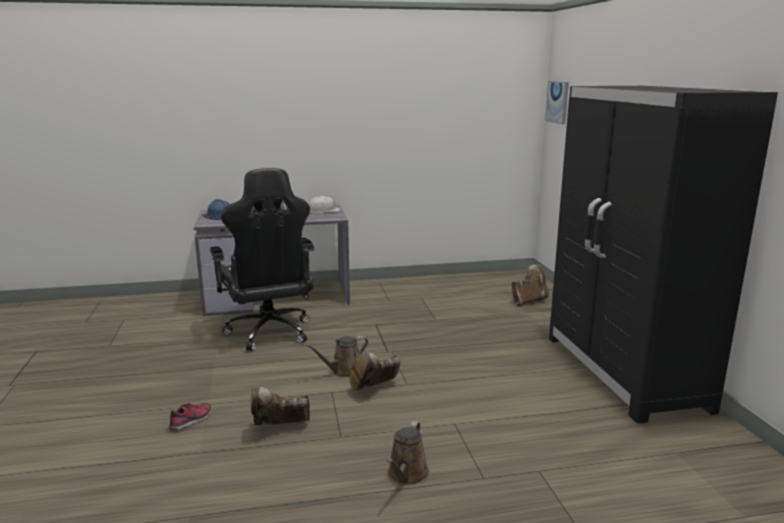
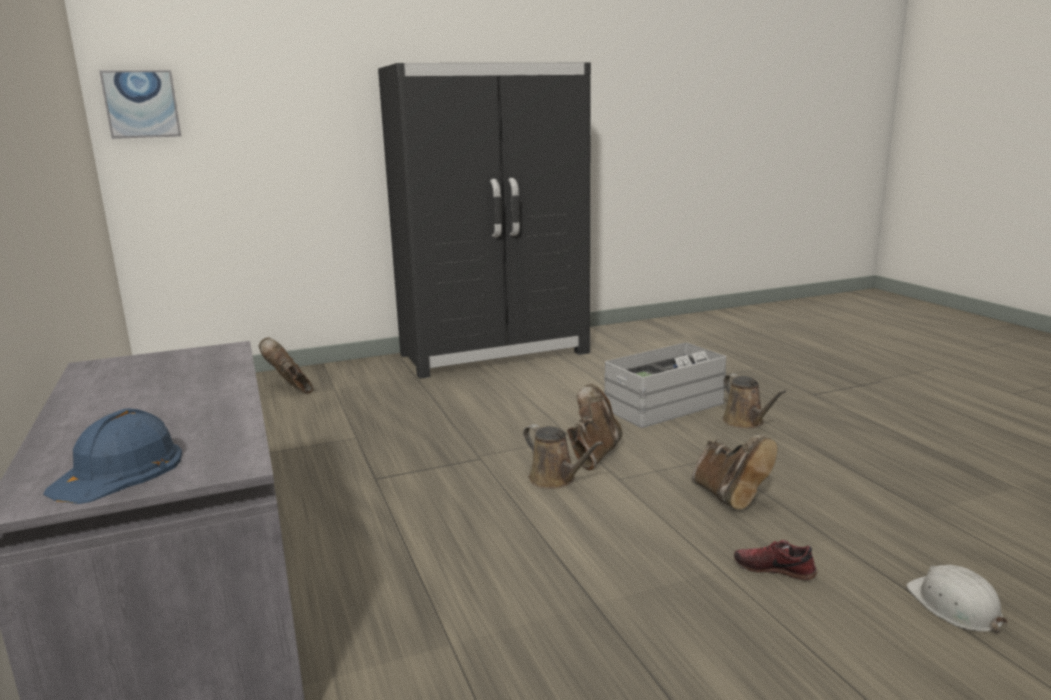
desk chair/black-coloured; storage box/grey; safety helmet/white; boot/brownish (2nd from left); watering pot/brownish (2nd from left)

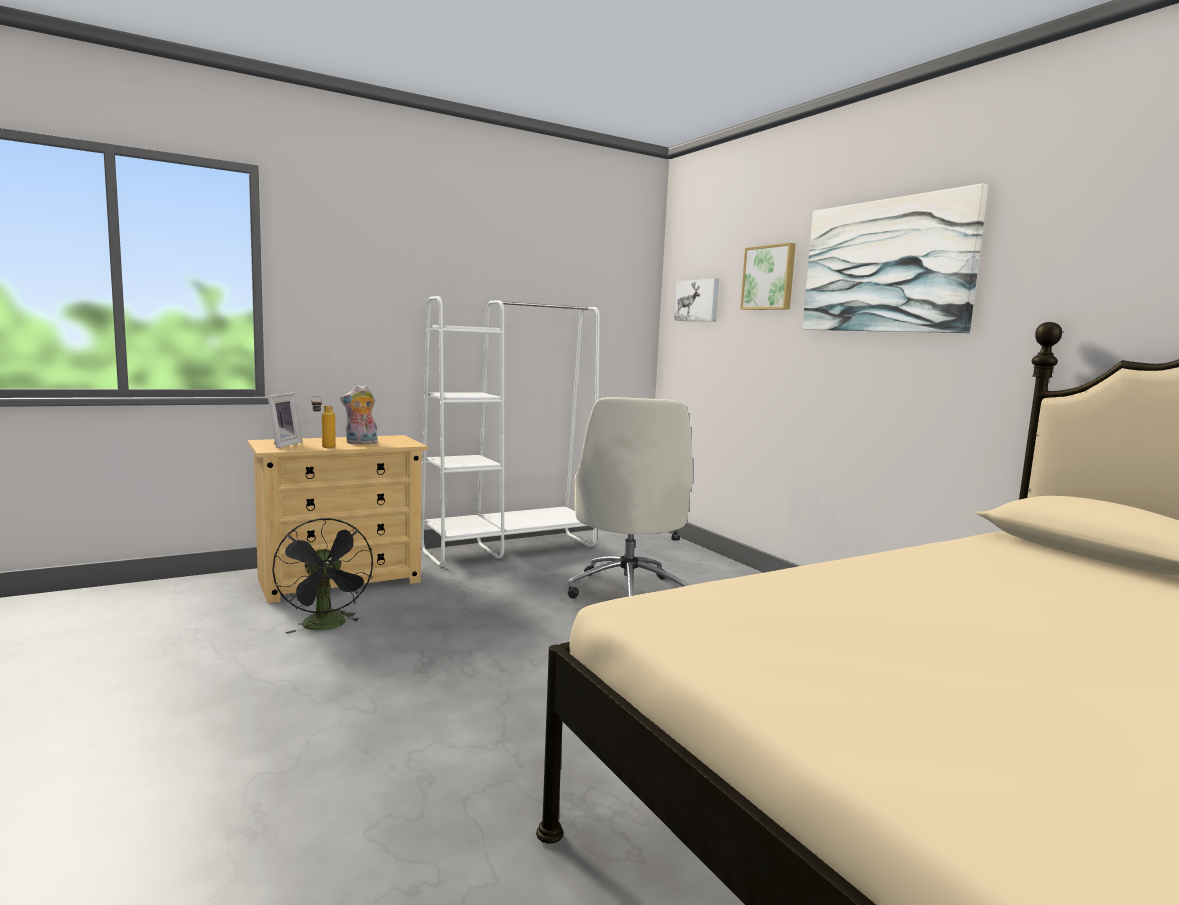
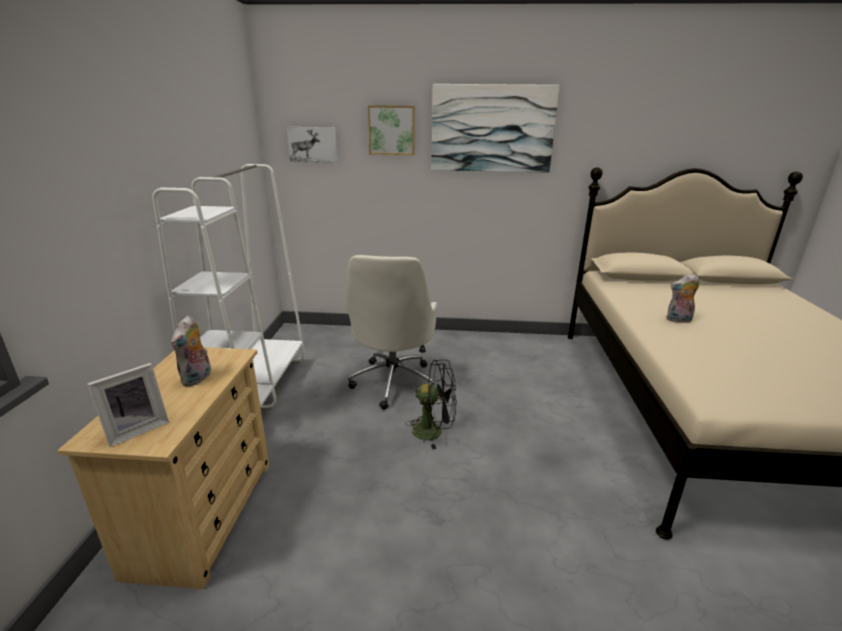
bottle; cuddly toy (2nd from left); electric fan/black-coloured; picture frame; desk chair/beige-coloured

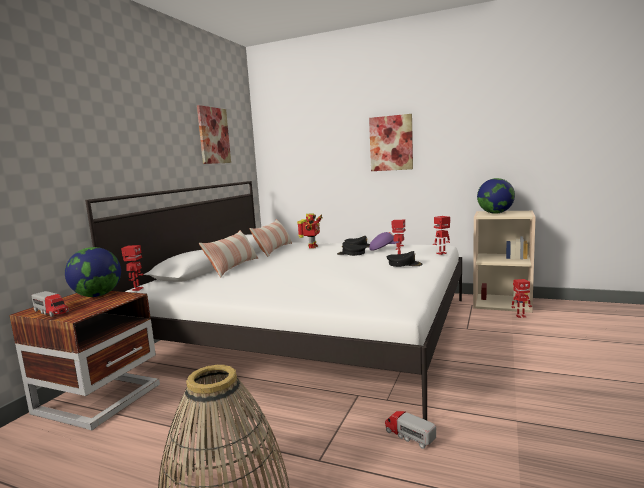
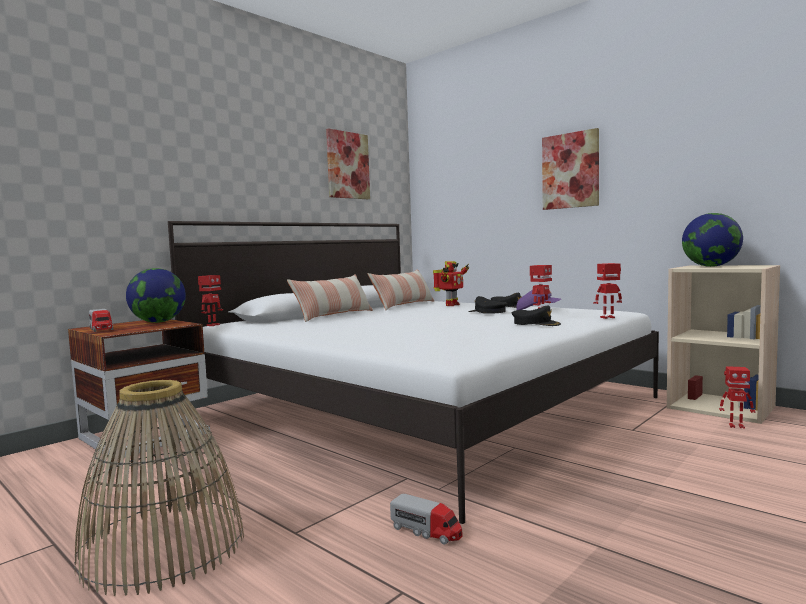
model truck (2nd from left)

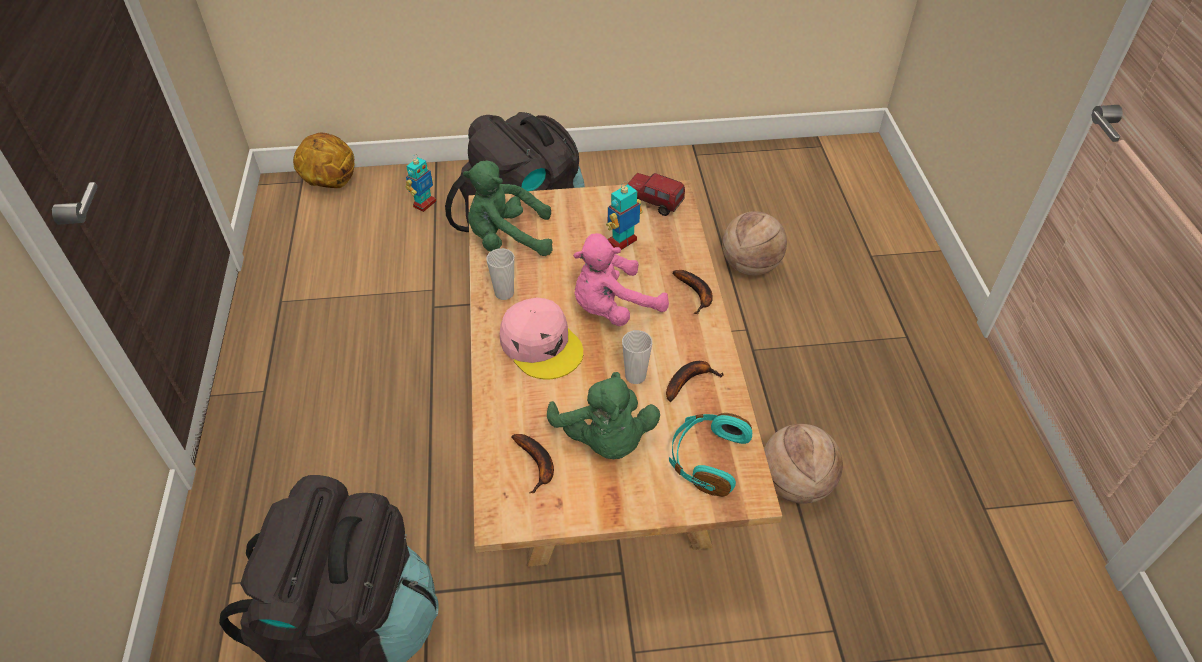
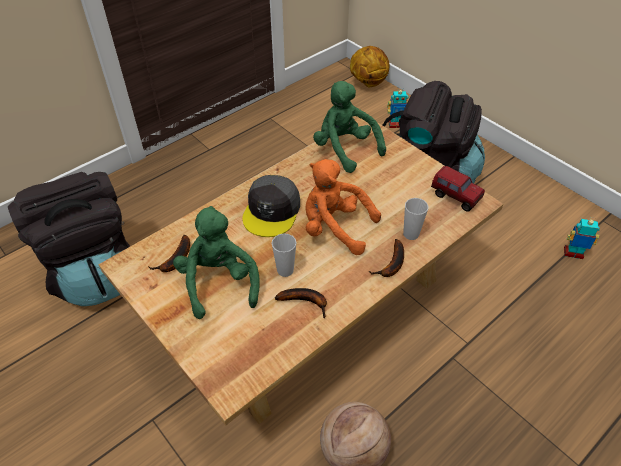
headphones/turquoise; basketball (2nd from left in the first image); cup (2nd from left); robot figure (2nd from left); baseball cap/grey; cuddly toy/orange-coloured; cuddly toy/green-coloured (1st from left); model truck

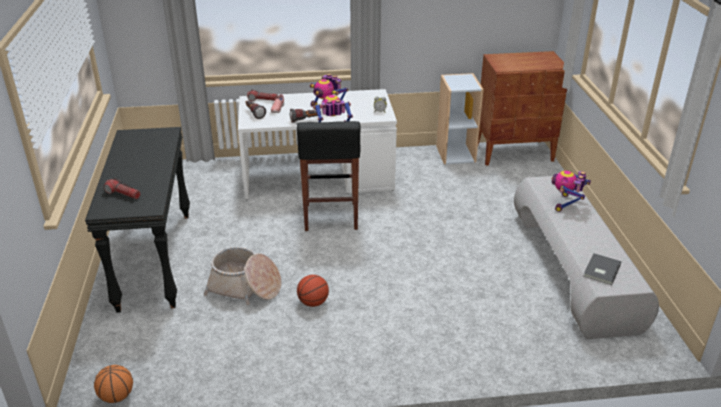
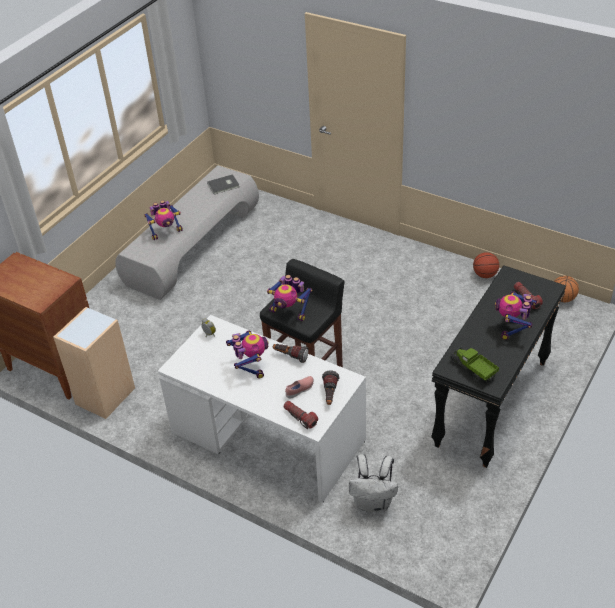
storage basket; knapsack/white; model truck; robot figure (4th from left); basketball (1st from left)

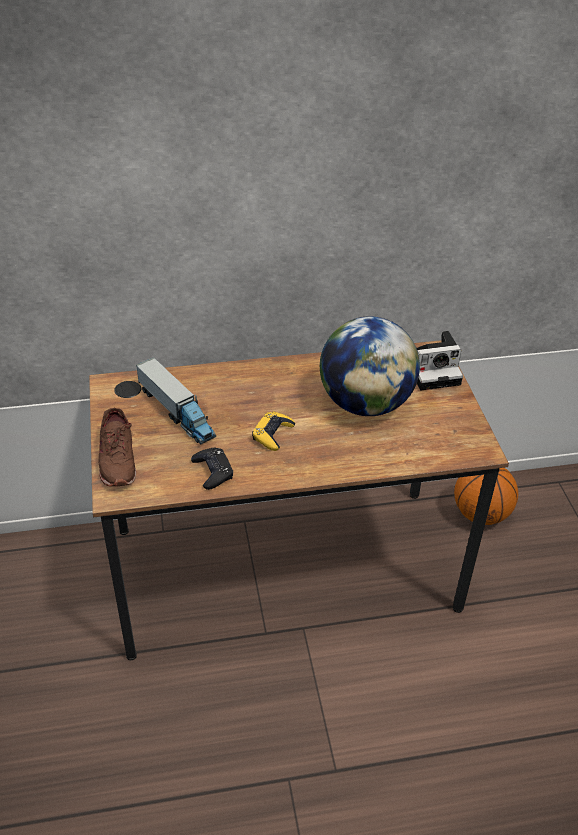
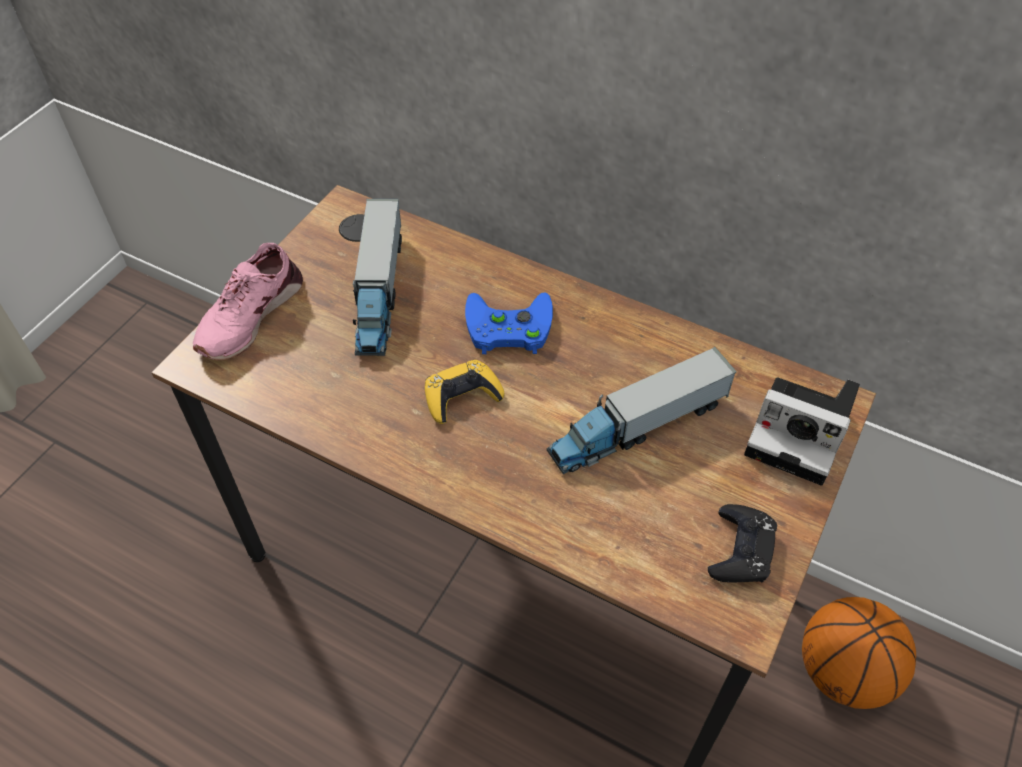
game controller/blue-coloured; game controller/black-coloured; model truck (2nd from left); shoe/pink

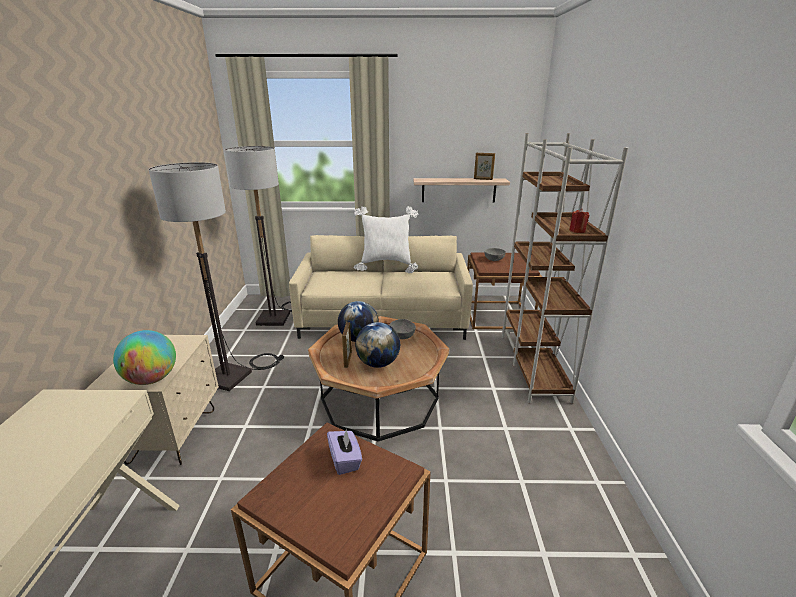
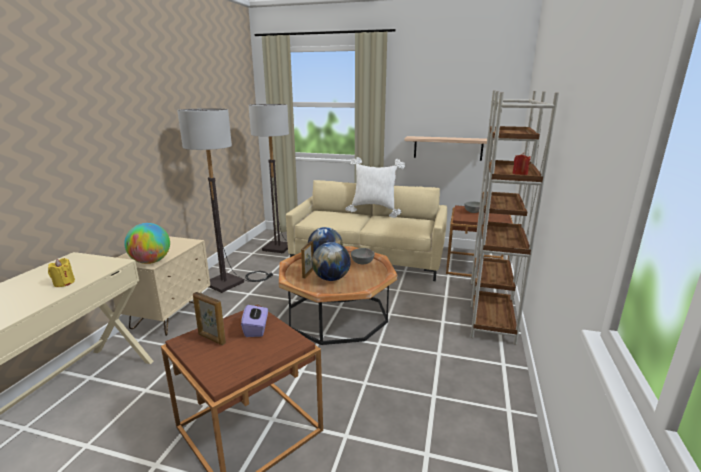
wax candle/yellowish; picture frame (1st from left)

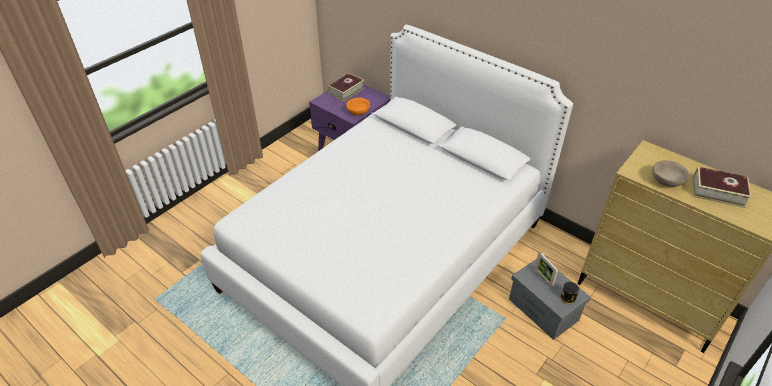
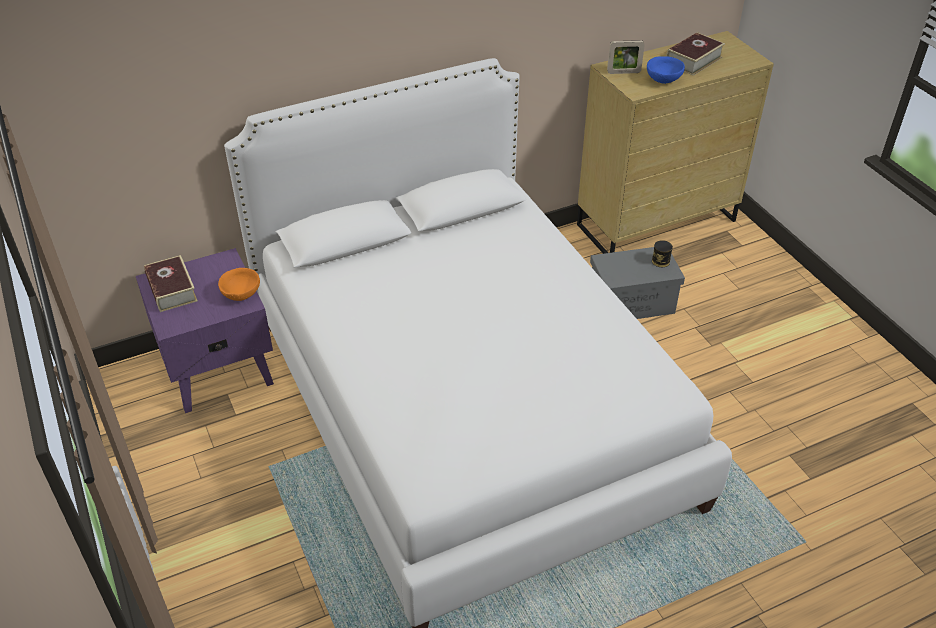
picture frame; bowl/blue-coloured

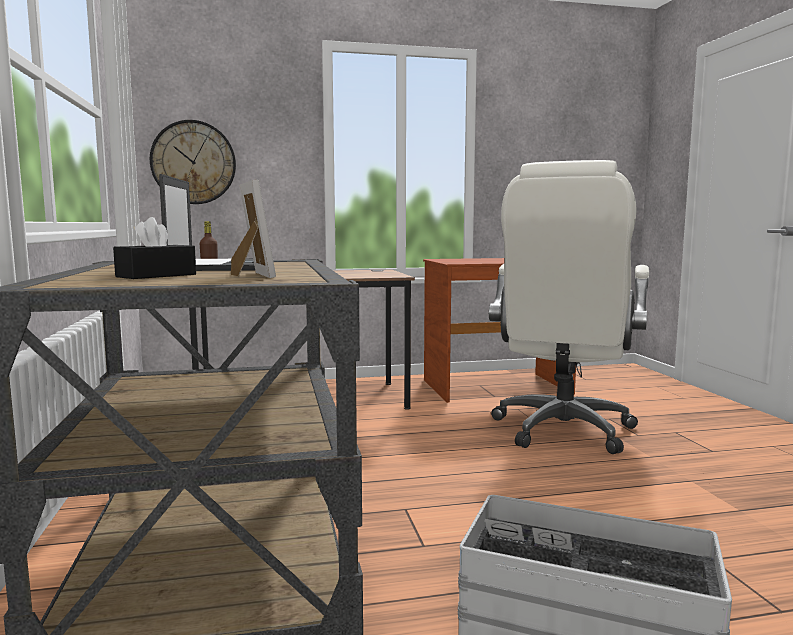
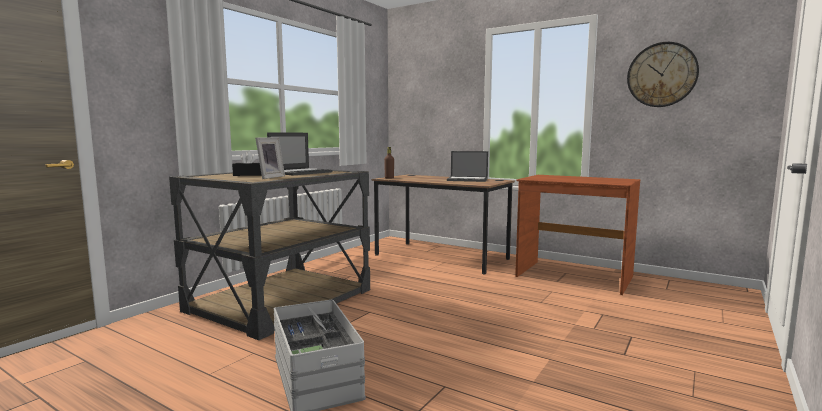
desk chair/white; laptop (2nd from left); hanging clock

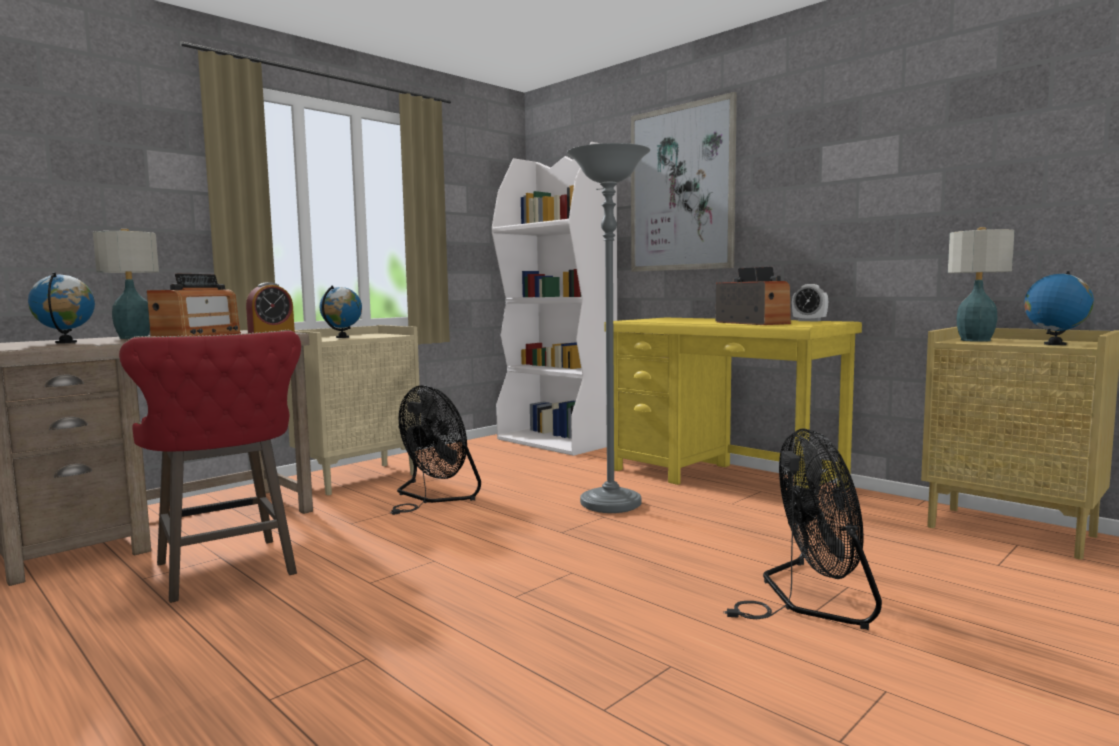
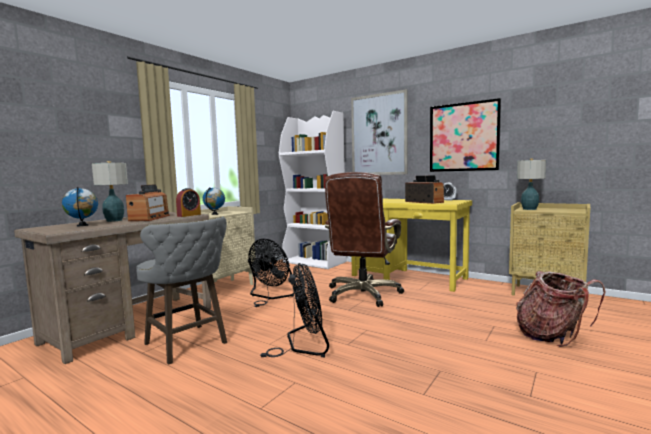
world globe (3rd from left in the first image); wall picture (2nd from left); knapsack; electric fan/black-coloured (2nd from left); desk chair/brownish; sitting stool/grey

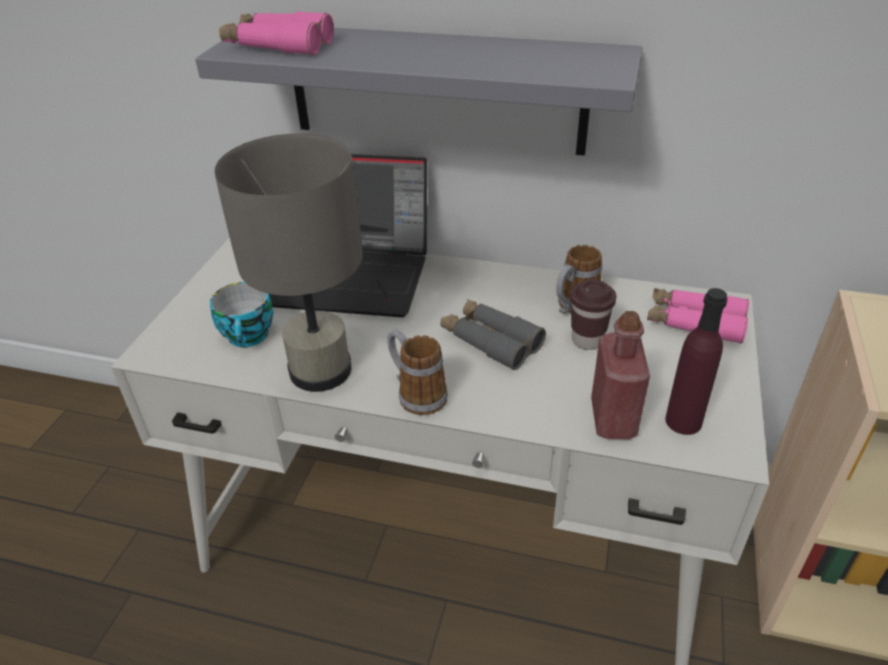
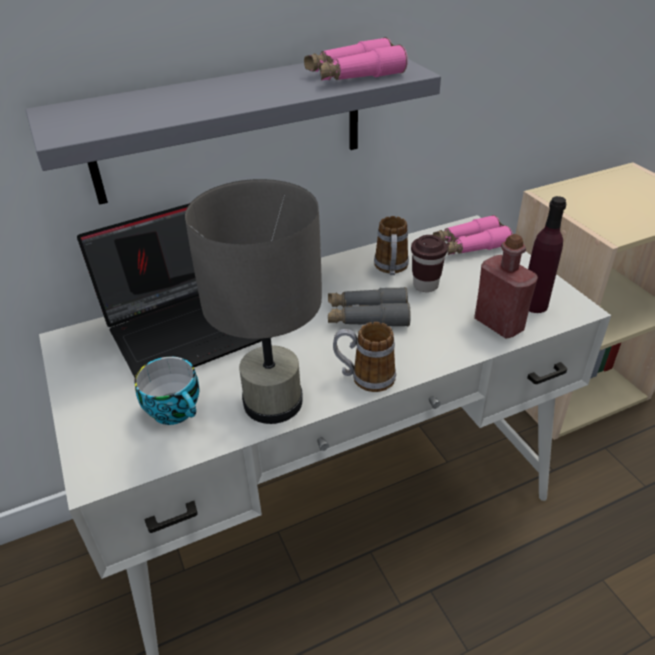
field glasses/pink (1st from left)

